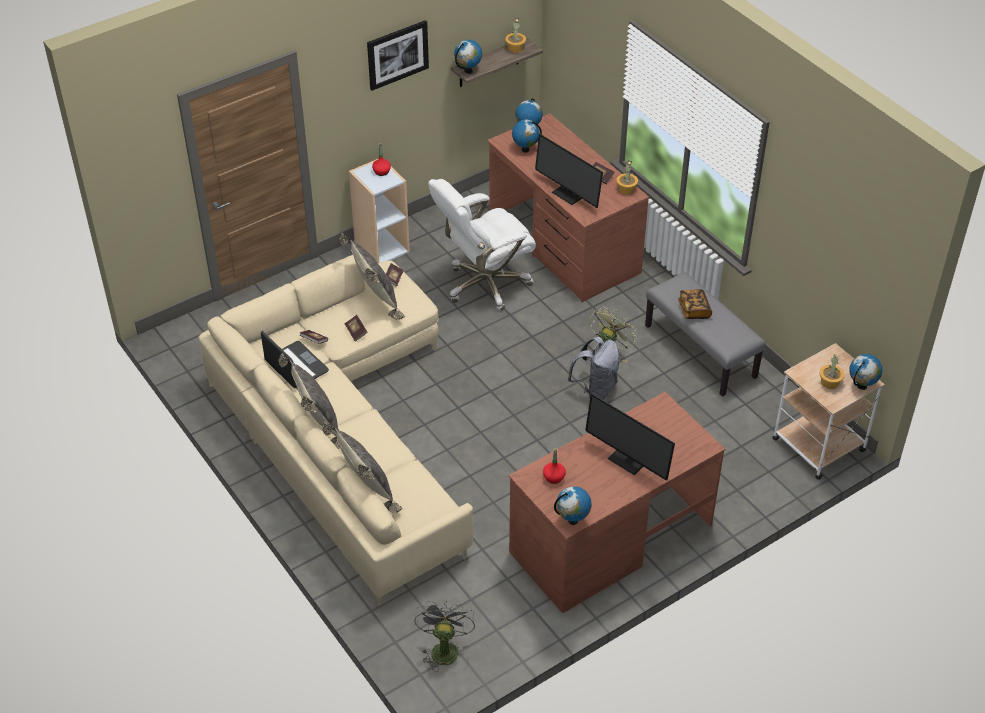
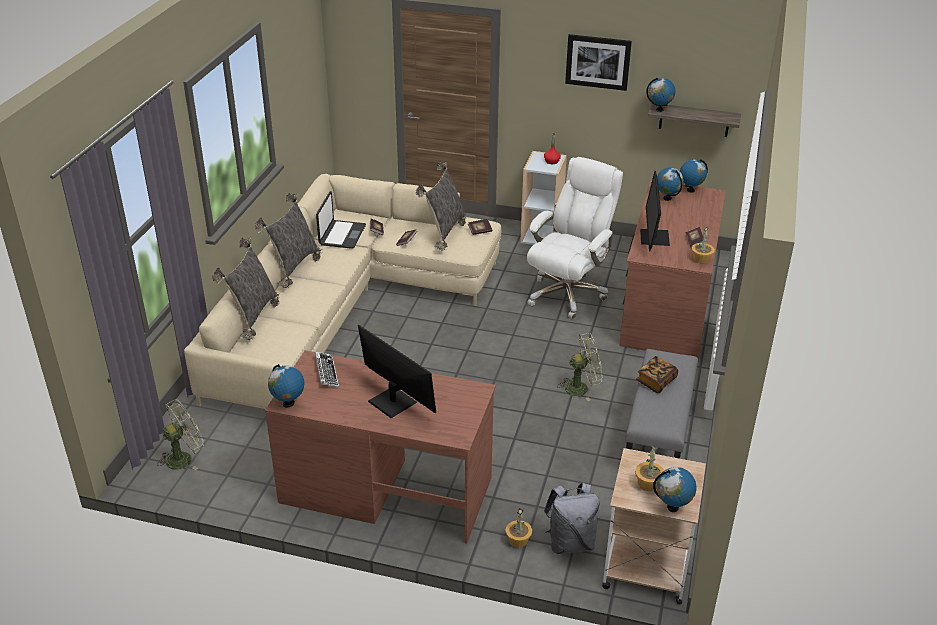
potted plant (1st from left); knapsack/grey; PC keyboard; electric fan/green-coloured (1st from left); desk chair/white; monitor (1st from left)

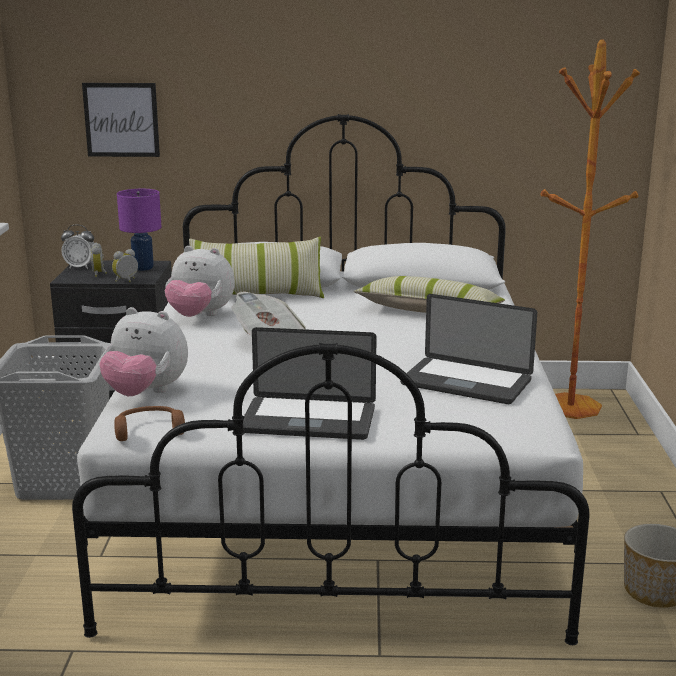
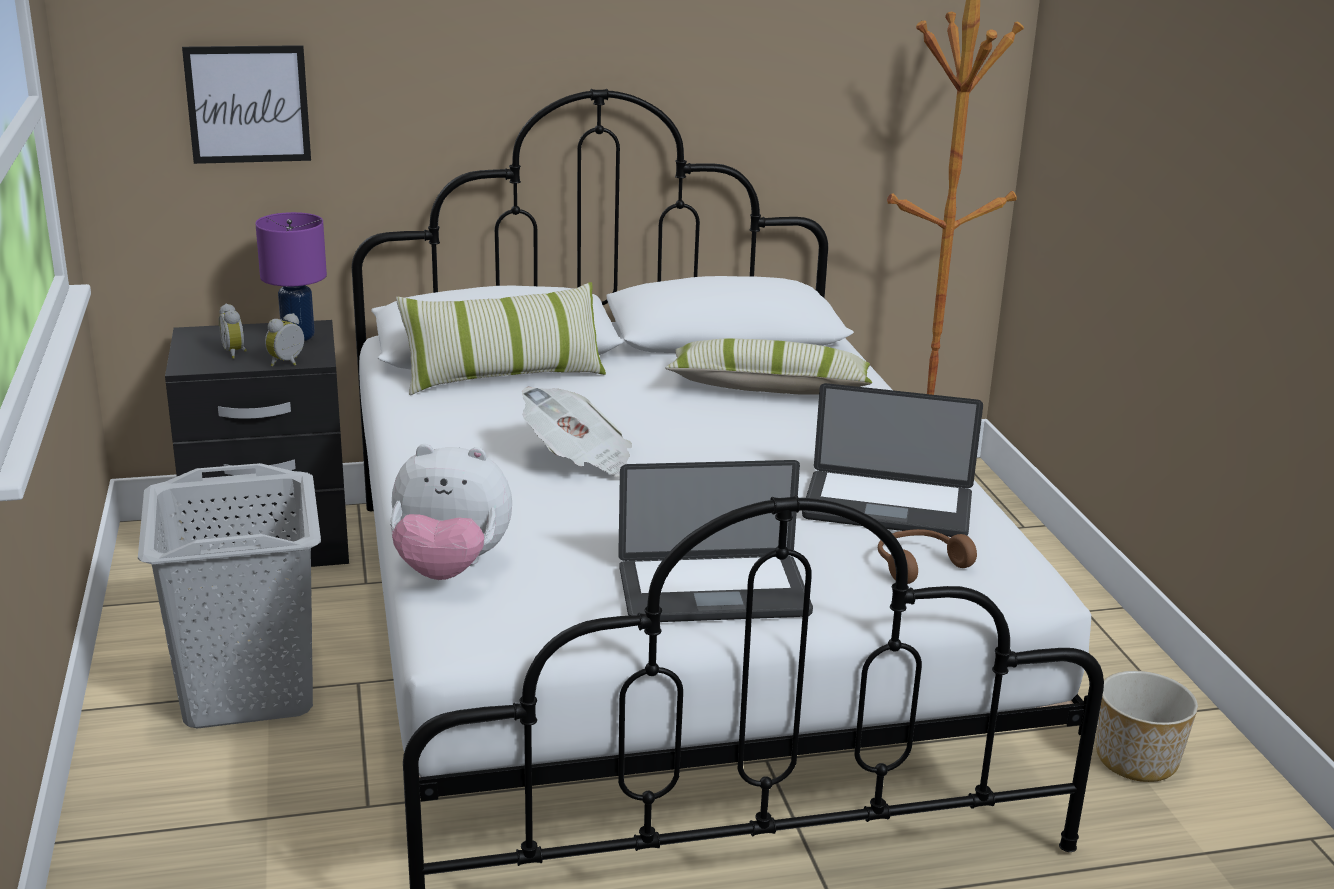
bedside clock (1st from left in the first image); cuddly toy (2nd from left in the first image); headphones/brownish

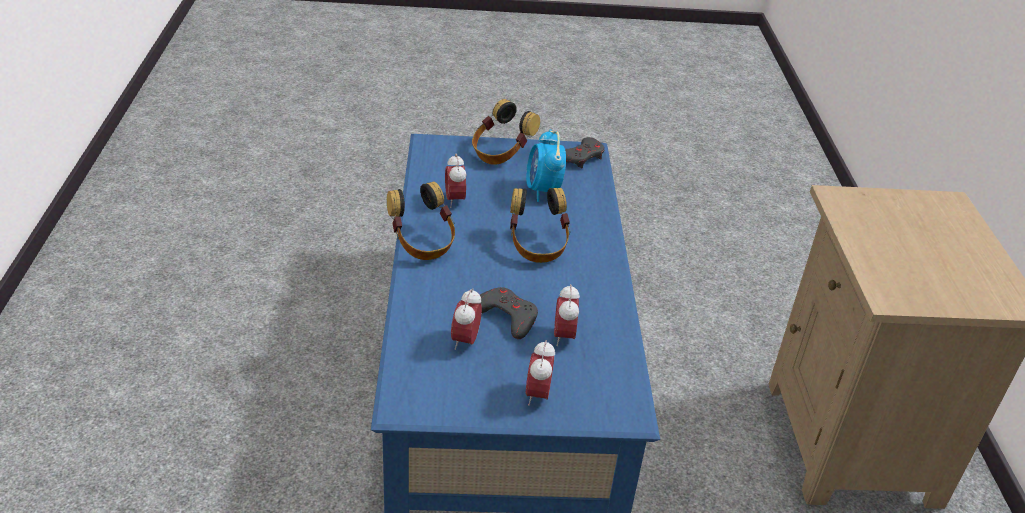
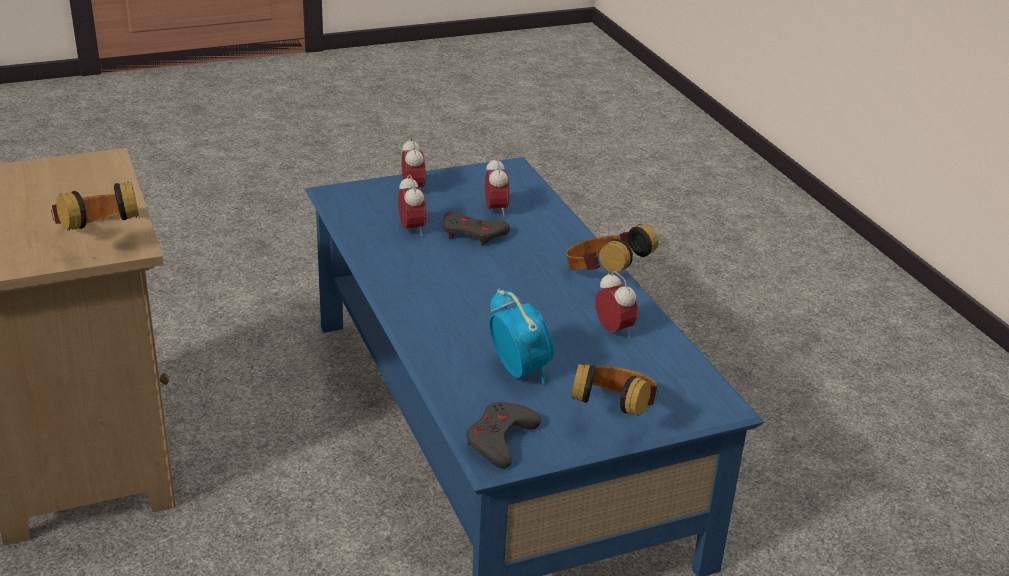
headphones (1st from left)

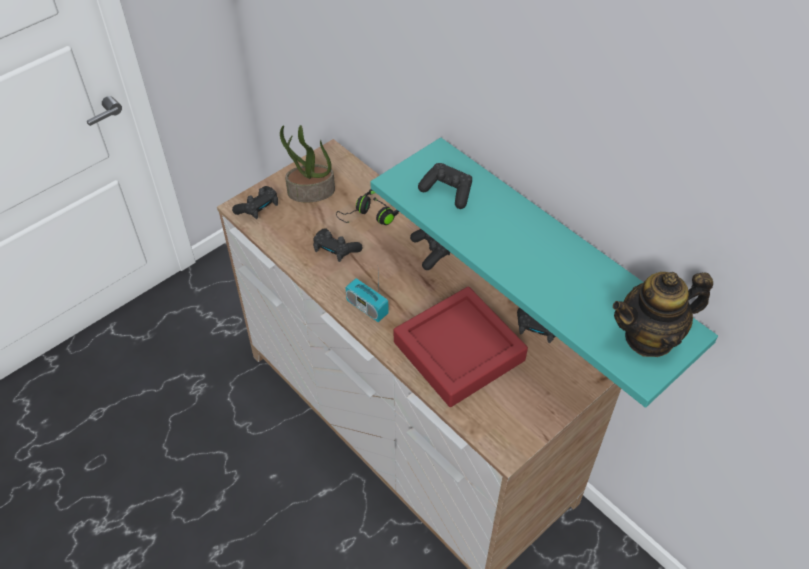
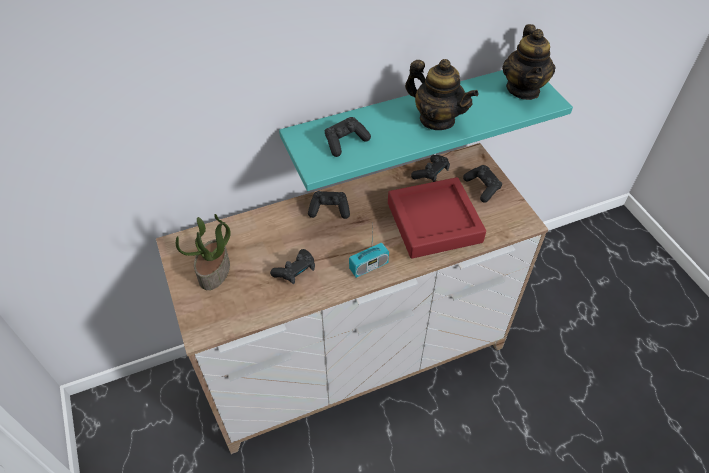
headphones/black-coloured; teapot (1st from left); game controller/black-coloured (5th from left)

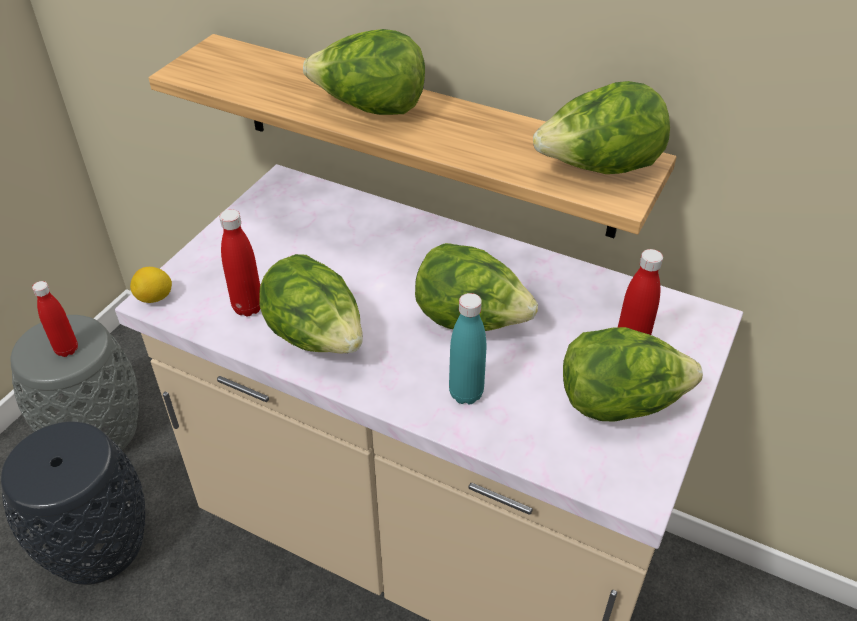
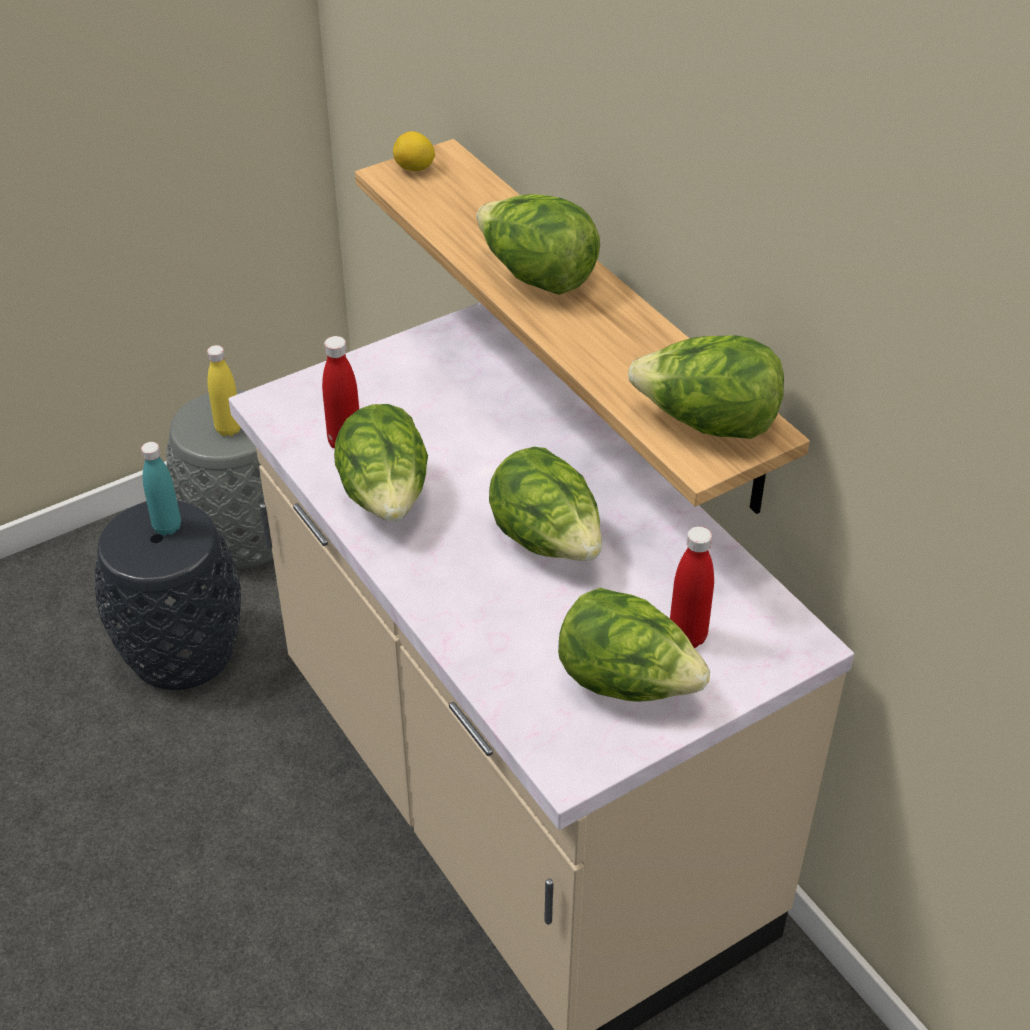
lemon; bottle/turquoise; bottle/yellowish

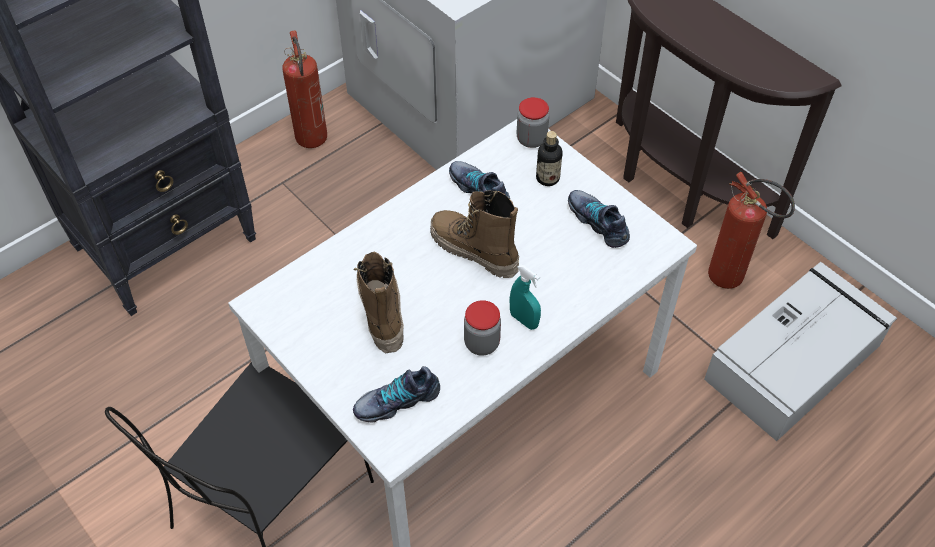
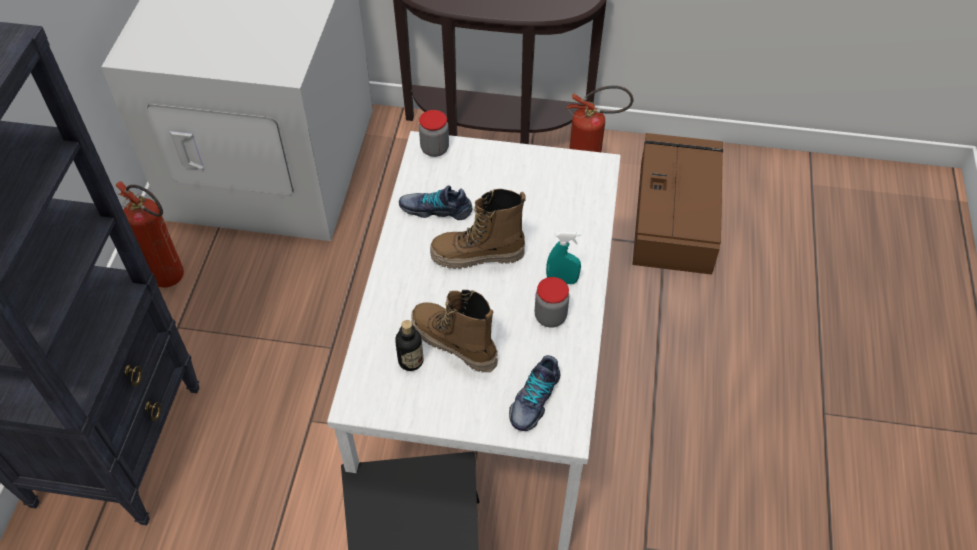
shoe (3rd from left in the first image); bottle; storage box/brownish

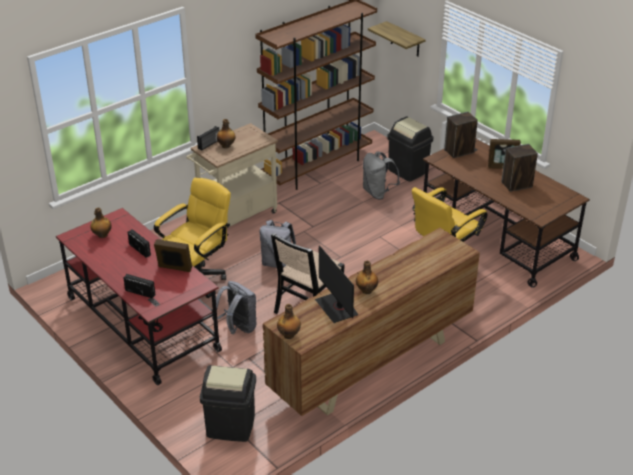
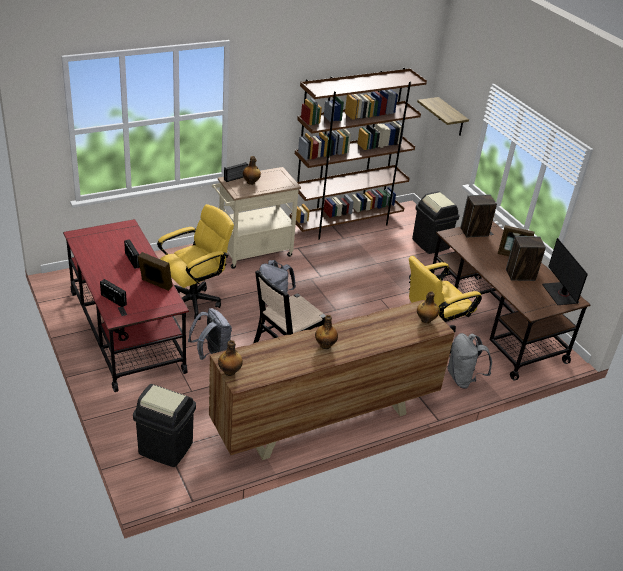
bottle (4th from left); monitor; knapsack/grey (3rd from left)

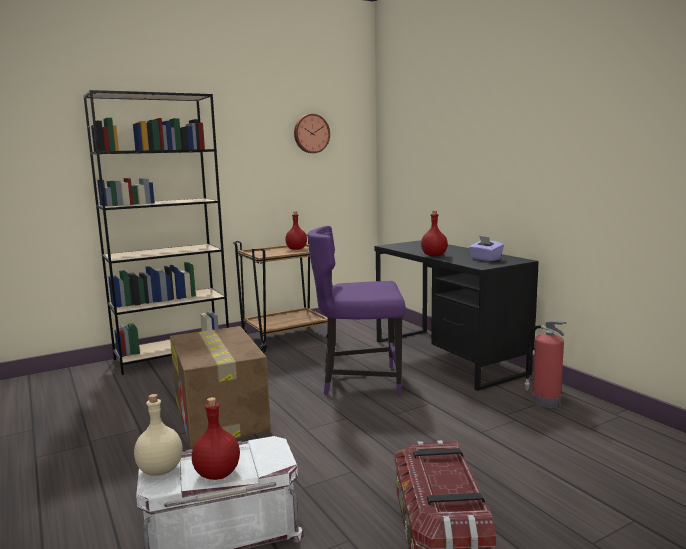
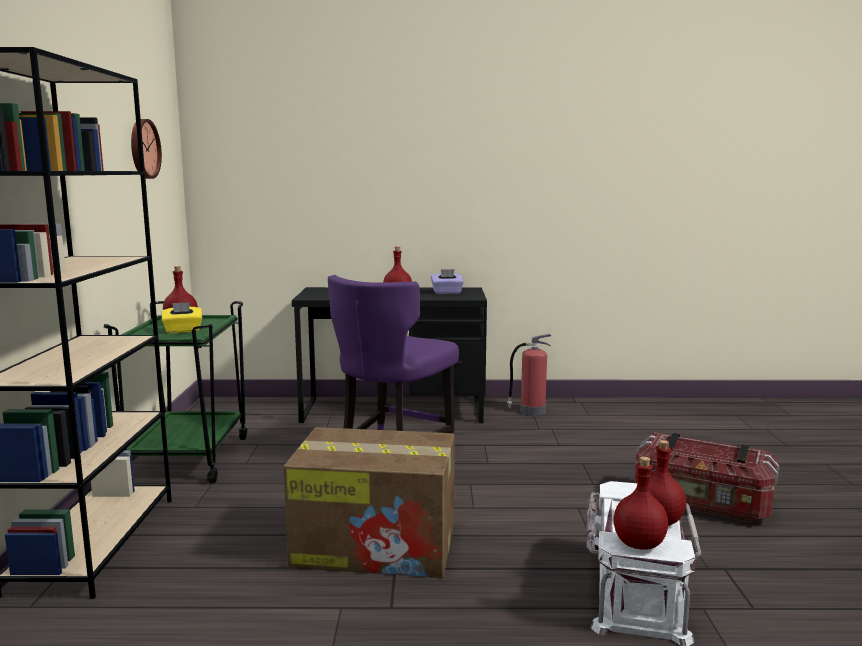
tissue holder/yellowish; bottle/red (3rd from left); trolley/green-coloured

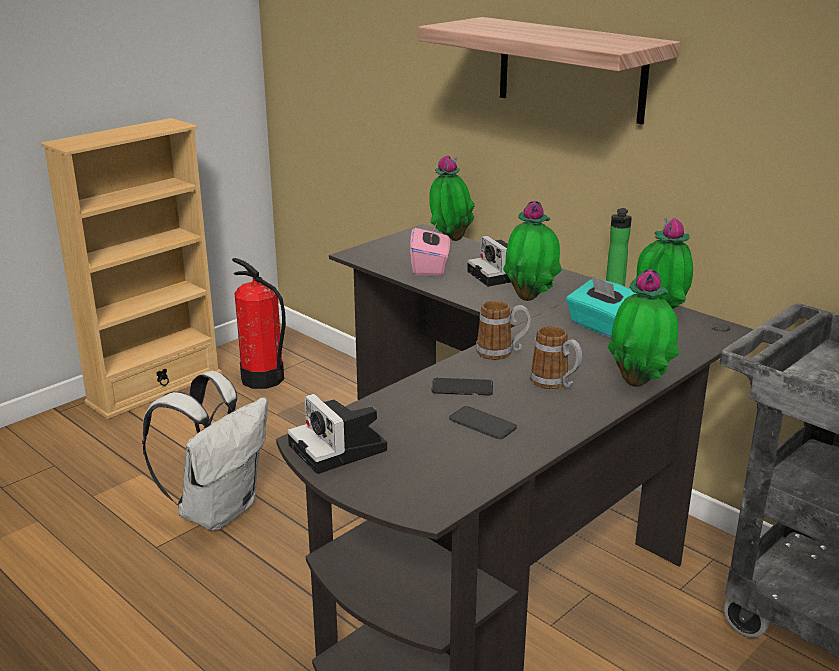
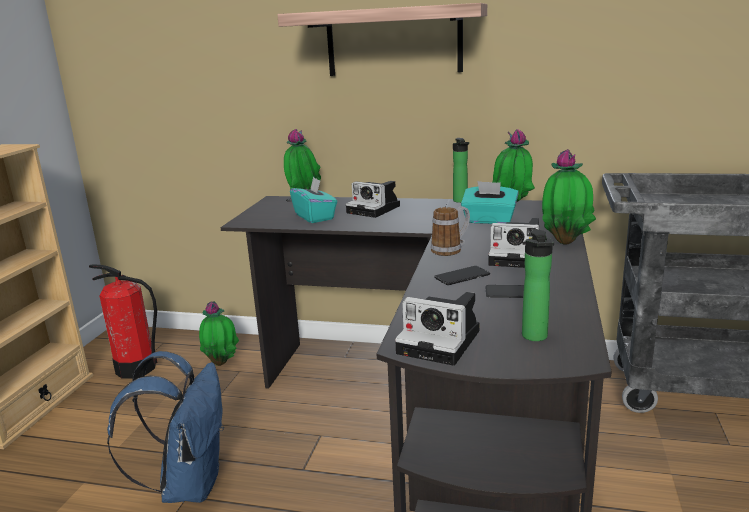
bottle (2nd from left); potted plant (1st from left); still camera (3rd from left); knapsack/blue-coloured; tissue holder/turquoise (1st from left)

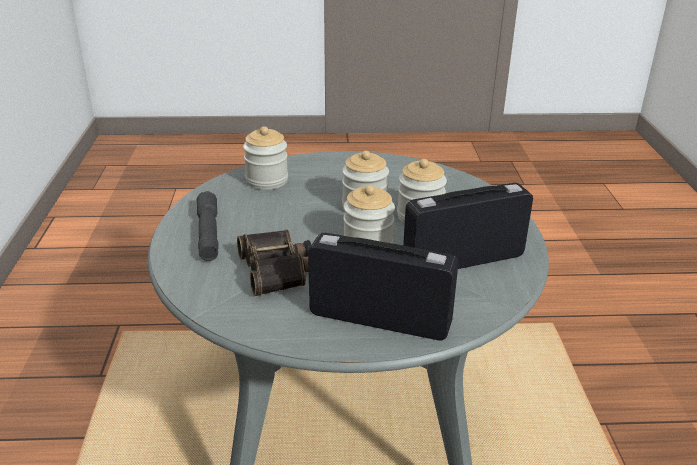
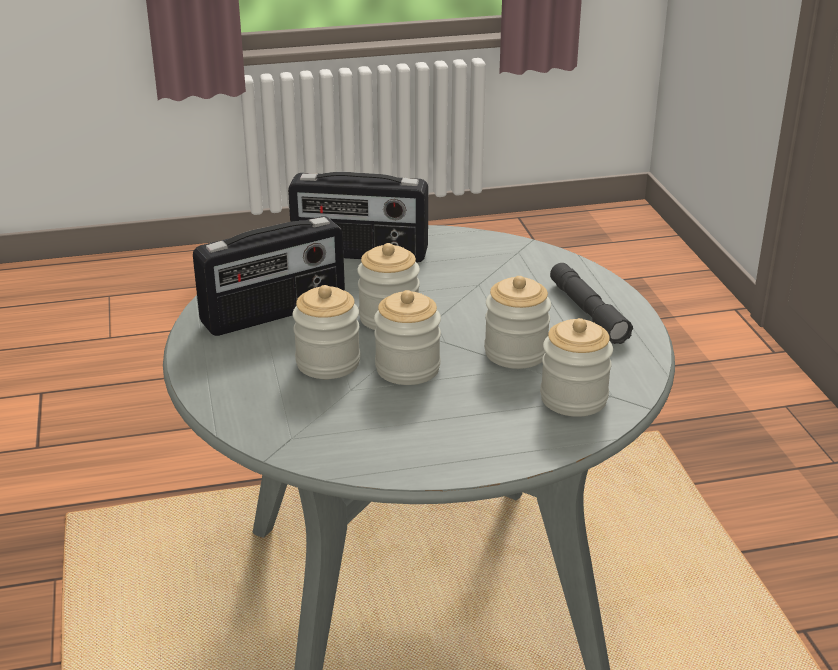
field glasses; jar (4th from left)

